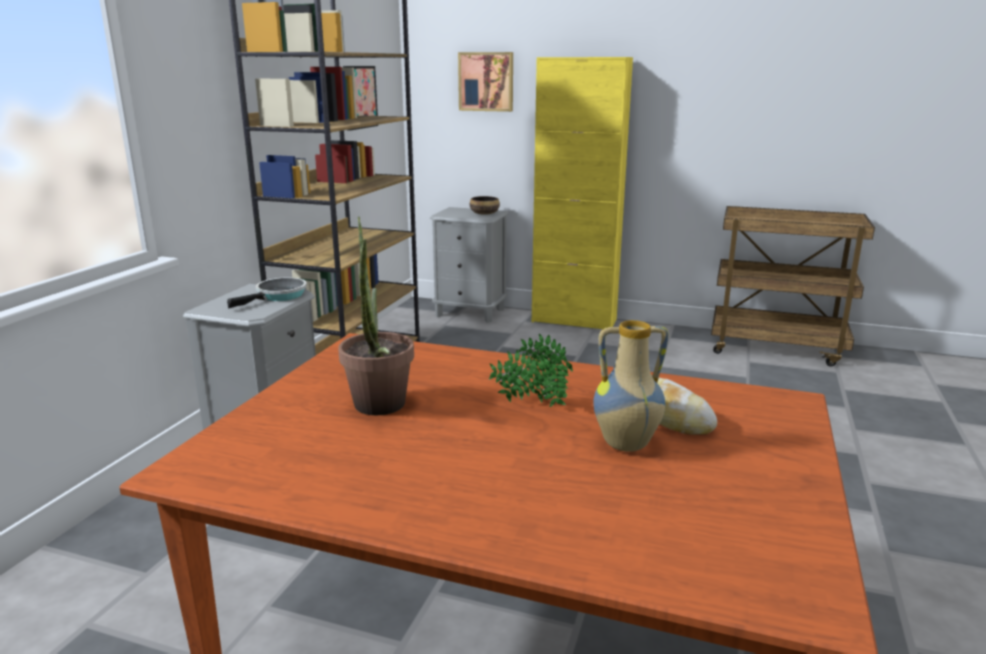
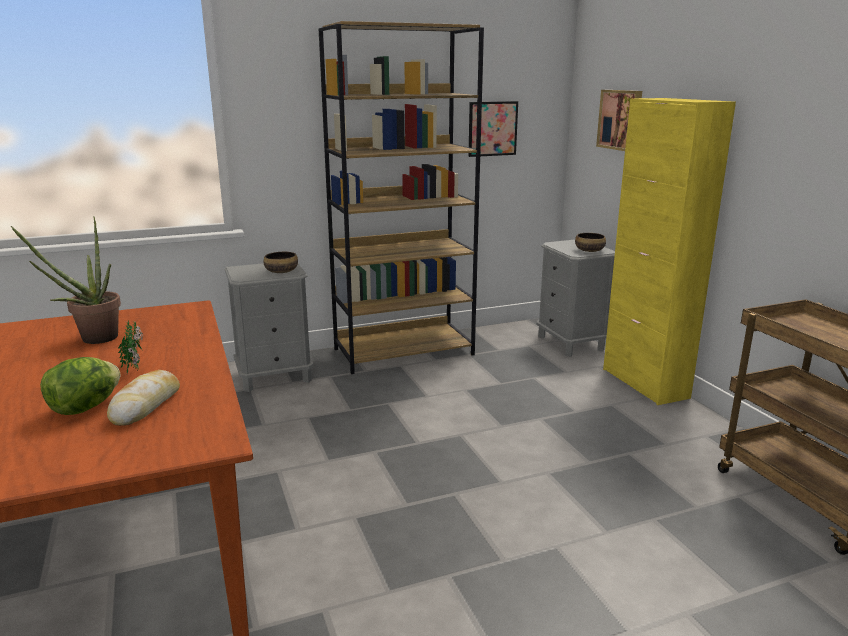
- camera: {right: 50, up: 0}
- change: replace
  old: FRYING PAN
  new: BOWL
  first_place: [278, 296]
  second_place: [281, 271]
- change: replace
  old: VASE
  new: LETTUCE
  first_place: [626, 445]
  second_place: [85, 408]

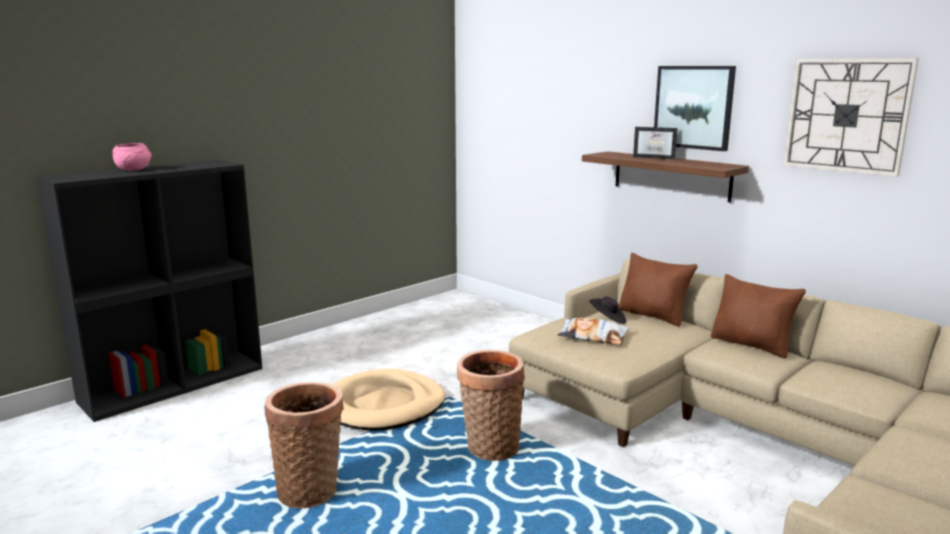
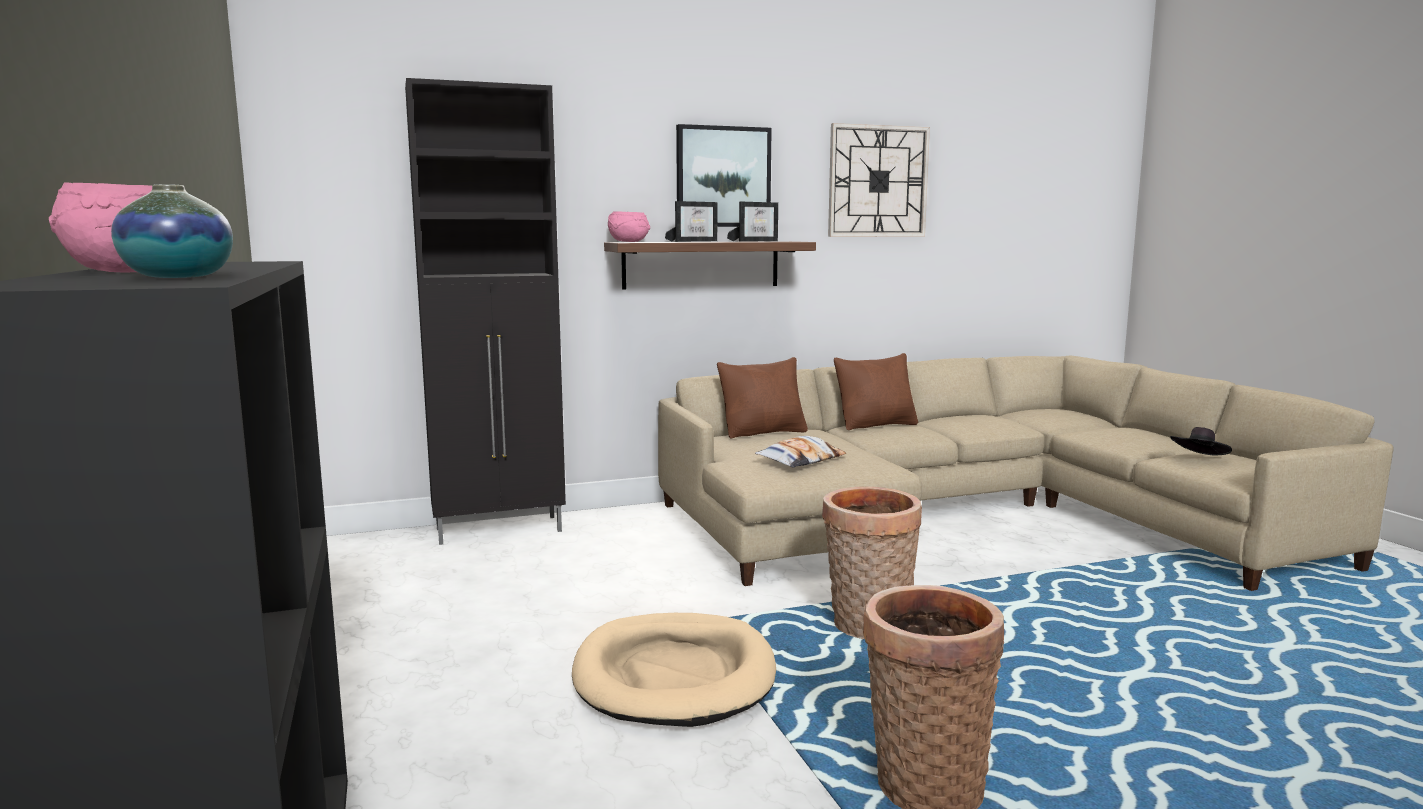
- camera: {right: -65, up: -5}
- change: move
  old: BLACK HAT
  first_place: [607, 320]
  second_place: [1199, 459]
- change: insert
  new: BLACK CABINET
  second_place: [501, 530]
- change: insert
  new: VASE
  second_place: [178, 277]
- change: insert
  new: PICTURE FRAME
  second_place: [755, 241]
- change: insert
  new: PINK BOWL
  second_place: [628, 242]

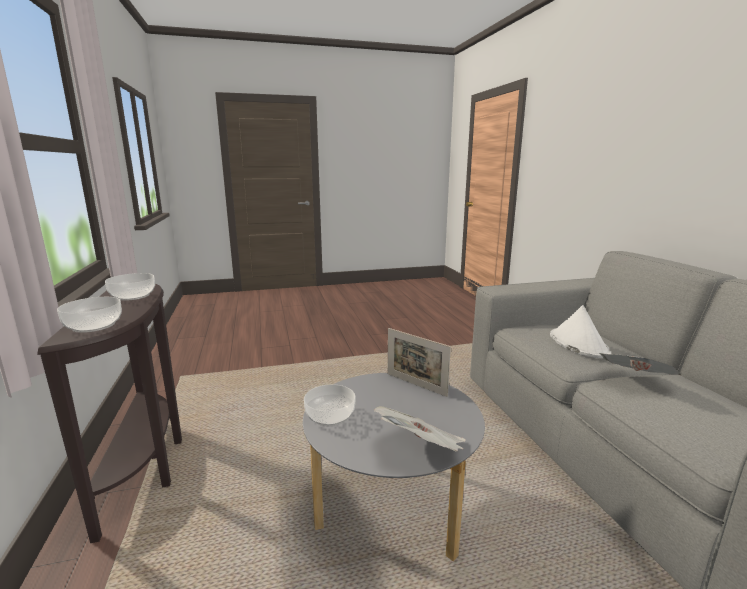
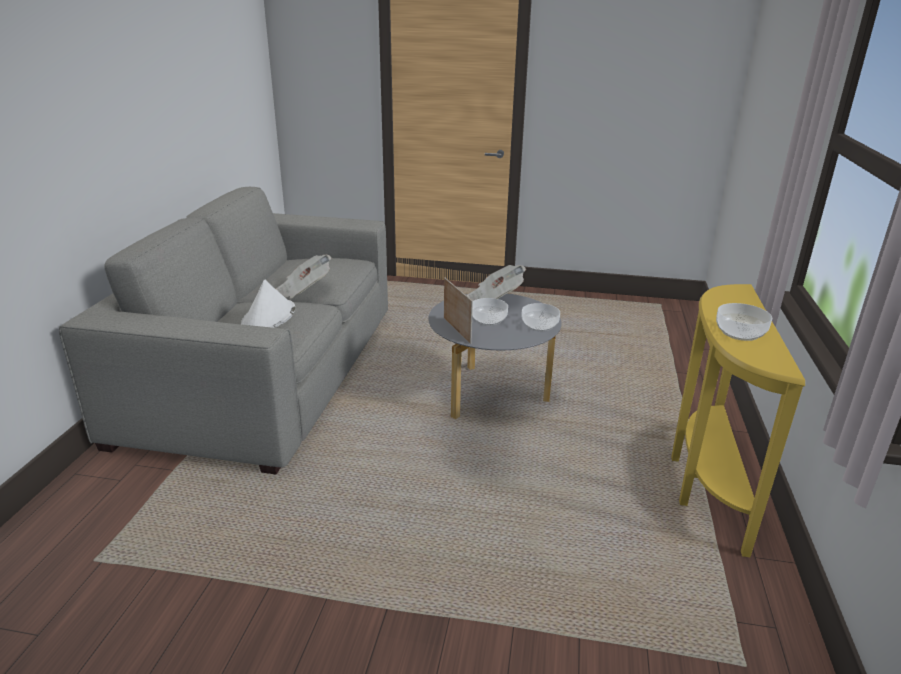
- camera: {right: -155, up: 10}
- change: recolor
  old: BROWN CONSOLE TABLE
  new: YELLOW CONSOLE TABLE
  first_place: [148, 465]
  second_place: [704, 485]
- change: move
  old: BOWL
  first_place: [94, 325]
  second_place: [488, 320]

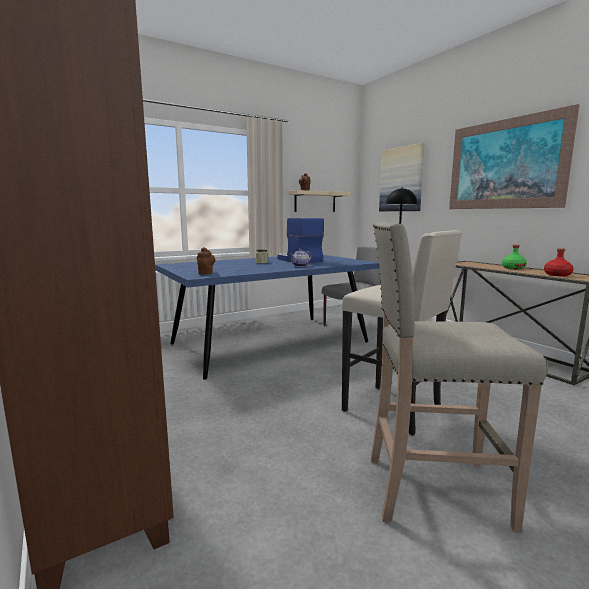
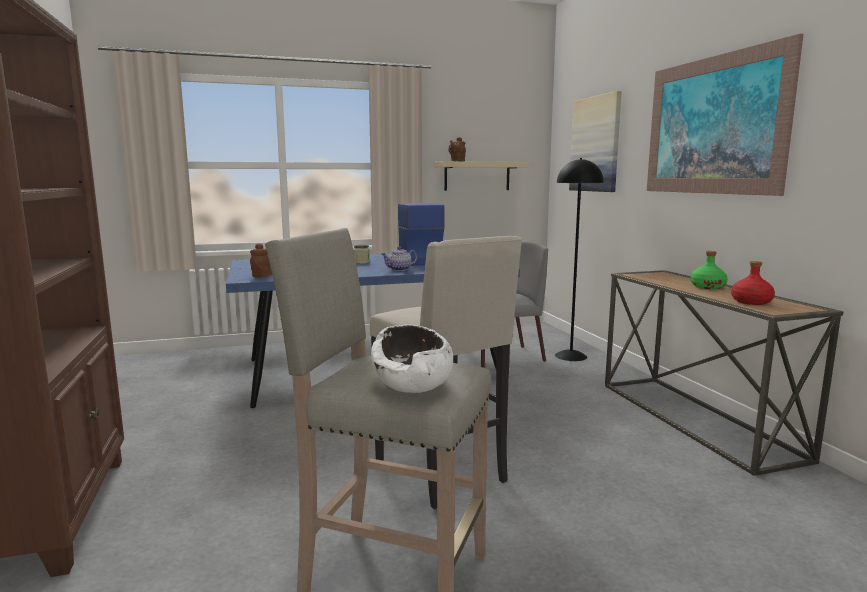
- camera: {right: 15, up: 0}
- change: insert
  new: WHITE BOWL
  second_place: [412, 383]

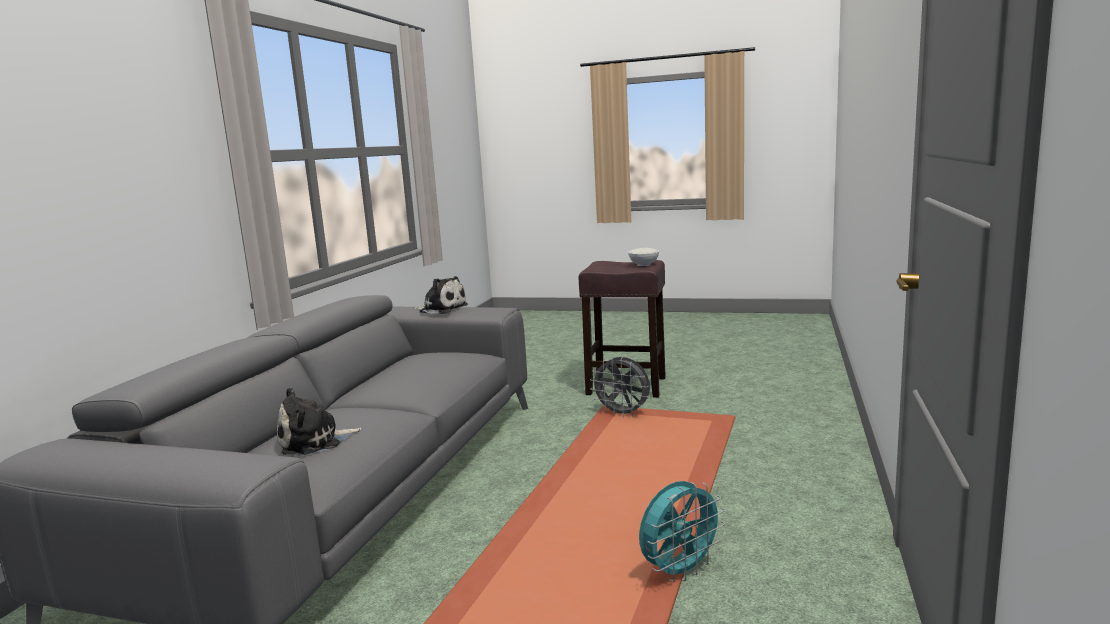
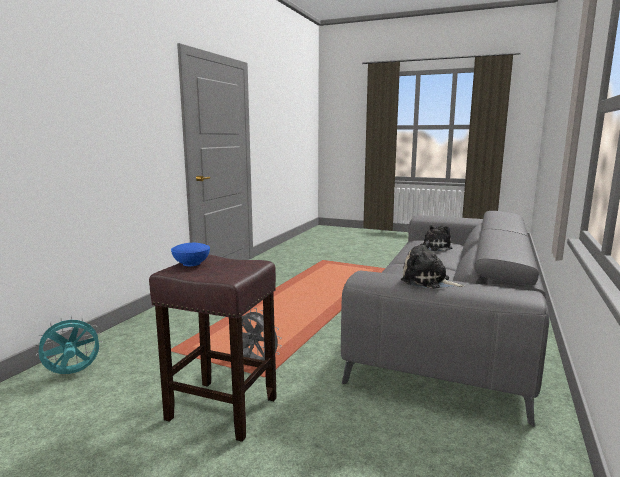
- camera: {right: -175, up: 0}
- change: recolor
  old: WHITE BOWL
  new: BLUE BOWL
  first_place: [644, 264]
  second_place: [191, 263]
- change: move
  old: TURQUOISE FAN
  first_place: [680, 571]
  second_place: [72, 374]

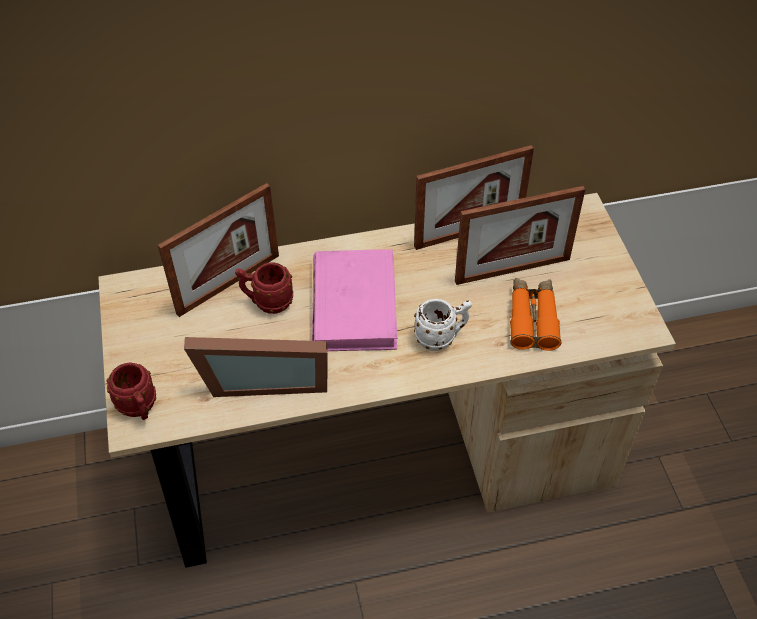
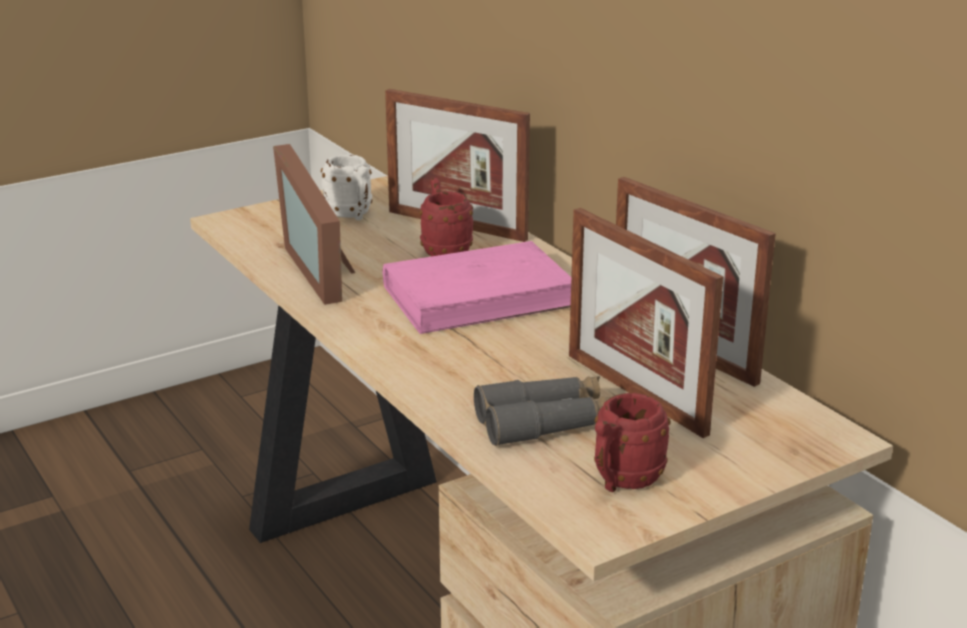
- camera: {right: 70, up: -25}
- change: recolor
  old: ORANGE BINOCULARS
  new: GREY BINOCULARS
  first_place: [532, 319]
  second_place: [547, 423]
- change: move
  old: WHITE MUG
  first_place: [441, 337]
  second_place: [352, 215]
- change: move
  old: RED MUG
  first_place: [140, 409]
  second_place: [622, 481]

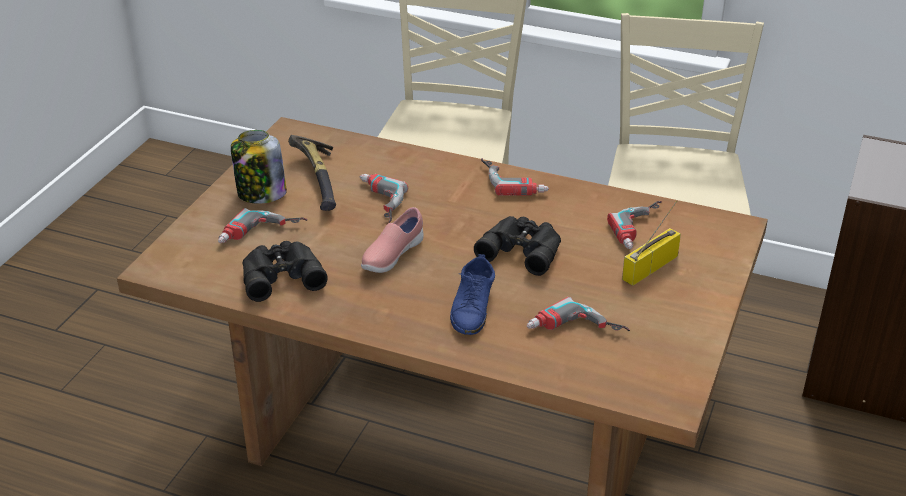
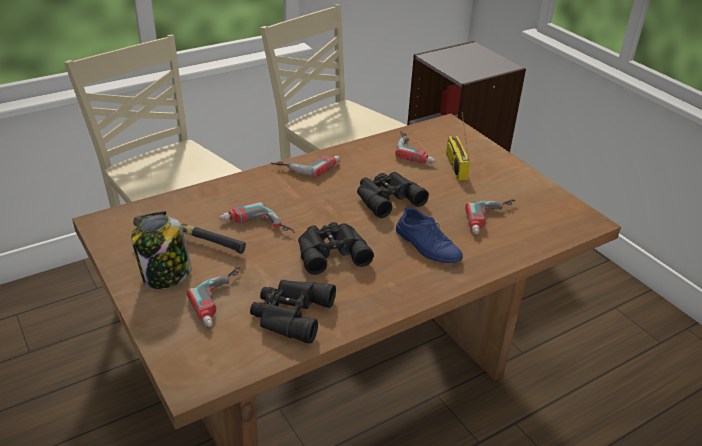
- camera: {right: -55, up: 0}
- change: replace
  old: PINK SHOE
  new: BLACK BINOCULARS
  first_place: [392, 256]
  second_place: [330, 251]

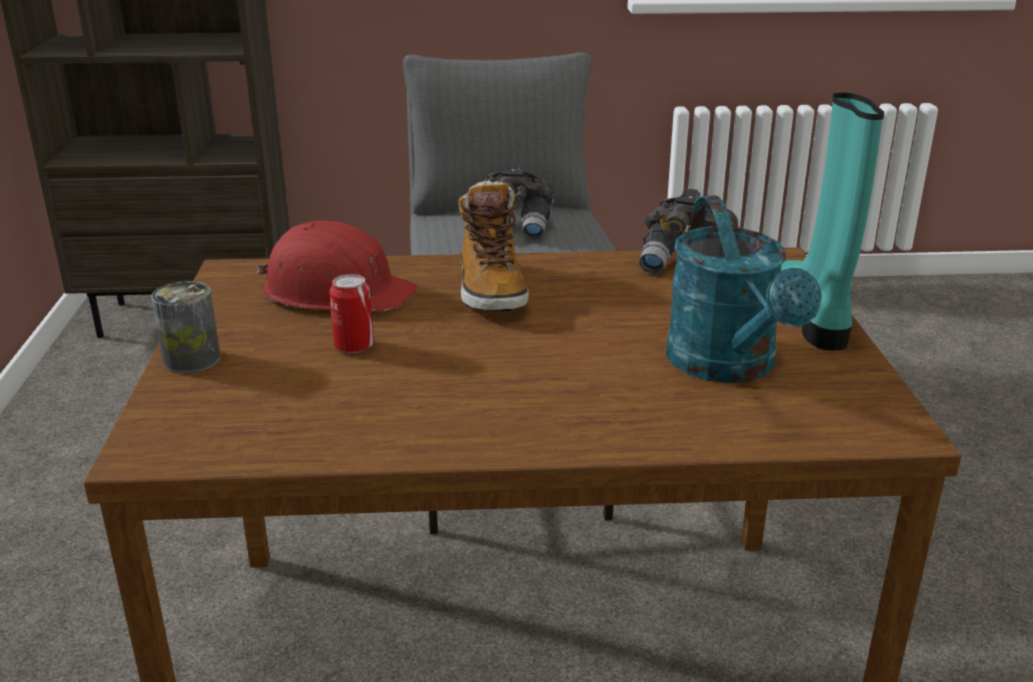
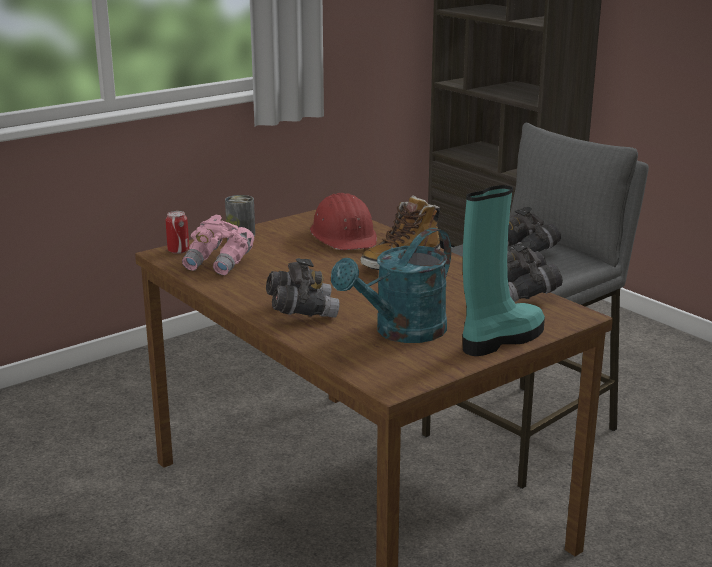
- camera: {right: 55, up: -5}
- change: move
  old: CAN
  first_place: [354, 346]
  second_place: [178, 251]
- change: insert
  new: PINK BINOCULARS
  second_place: [219, 264]
- change: insert
  new: GREY BINOCULARS
  second_place: [301, 311]

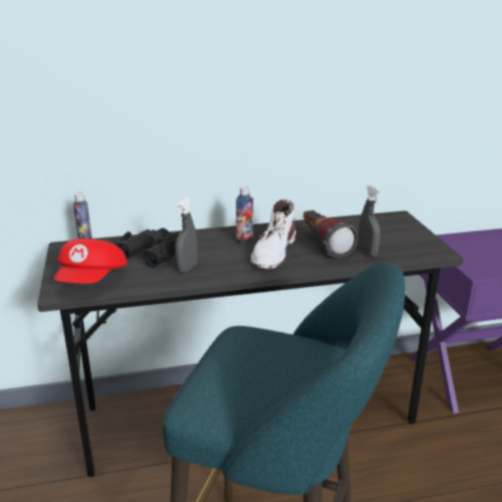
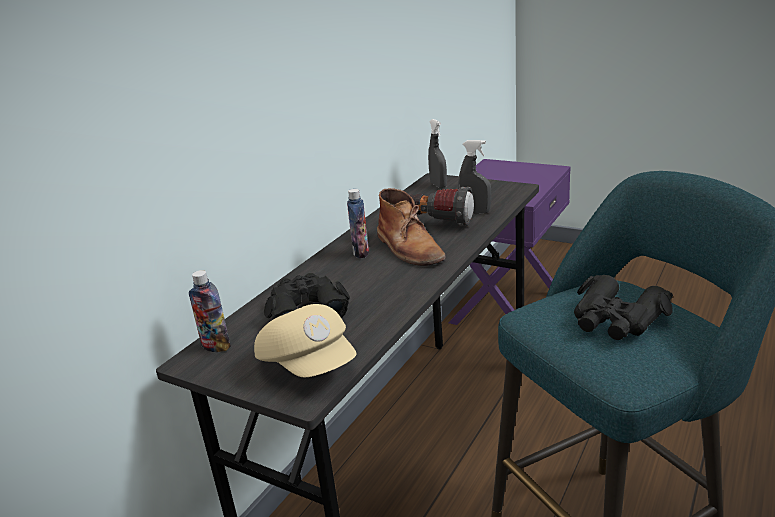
- camera: {right: -45, up: 0}
- change: move
  old: GREY SPRAY BOTTLE
  first_place: [187, 268]
  second_place: [438, 185]
- change: recolor
  old: WHITE BOOT
  new: BROWN BOOT
  first_place: [274, 252]
  second_place: [409, 248]
- change: recolor
  old: RED CAP
  new: BEIGE CAP
  first_place: [93, 280]
  second_place: [310, 365]
- change: insert
  new: BLACK BINOCULARS
  second_place: [616, 320]

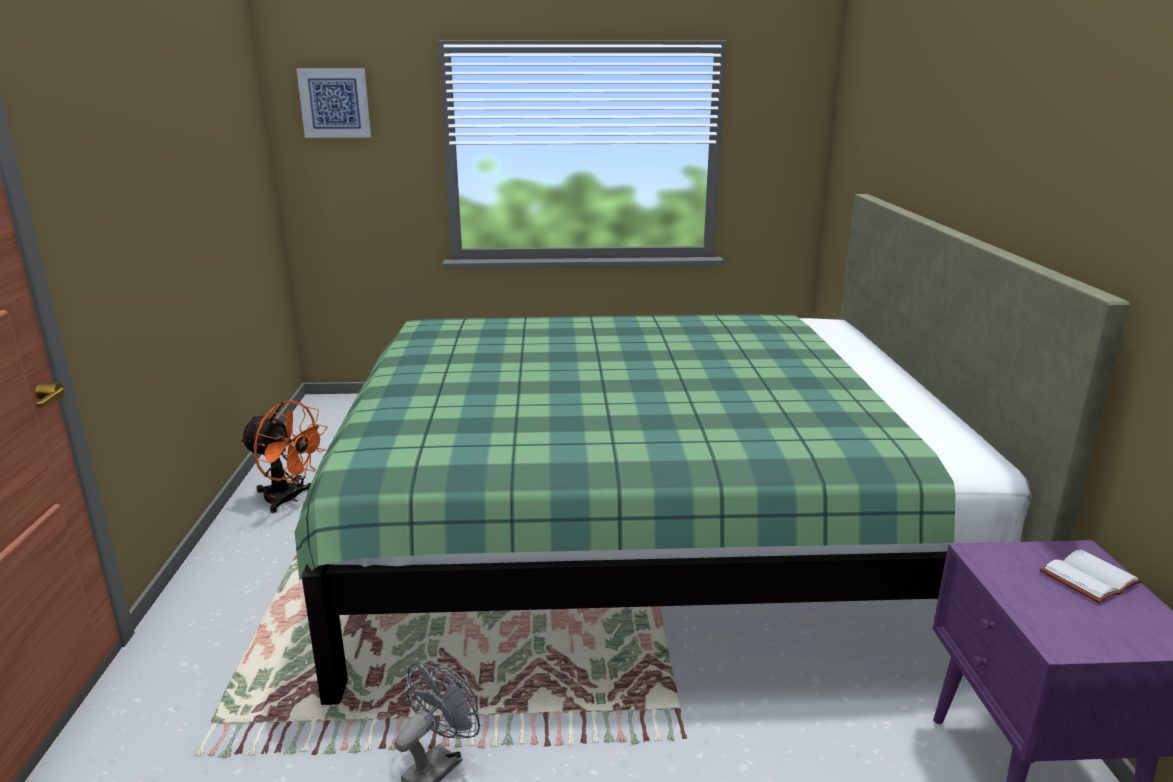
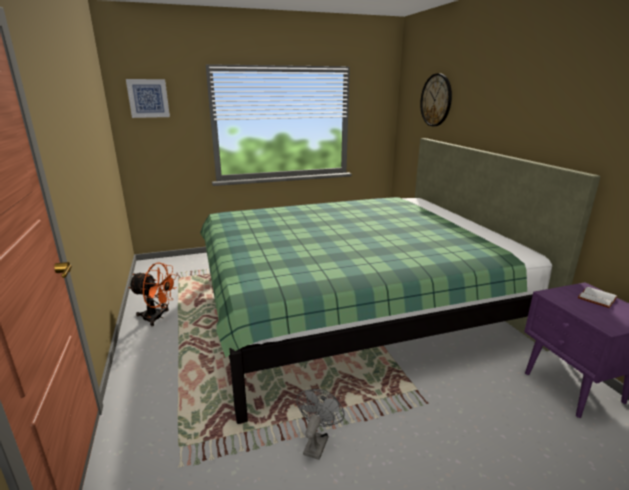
- camera: {right: -15, up: 0}
- change: insert
  new: WALL CLOCK
  second_place: [436, 100]

